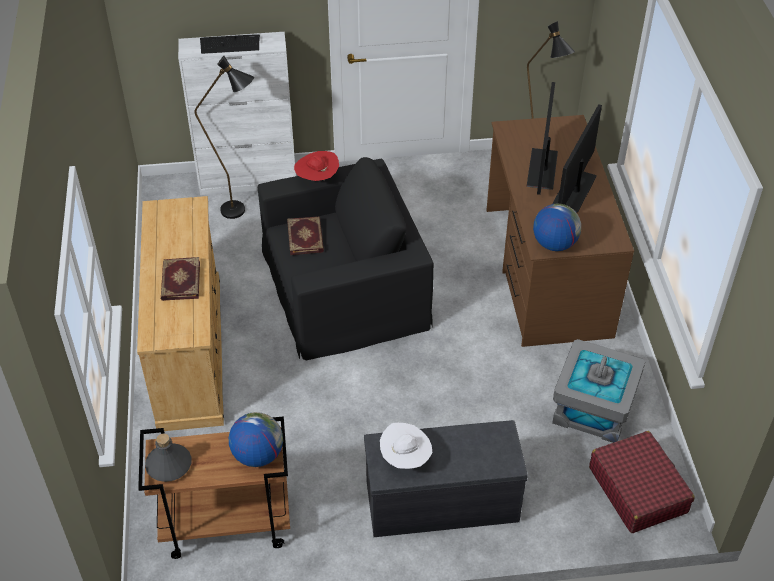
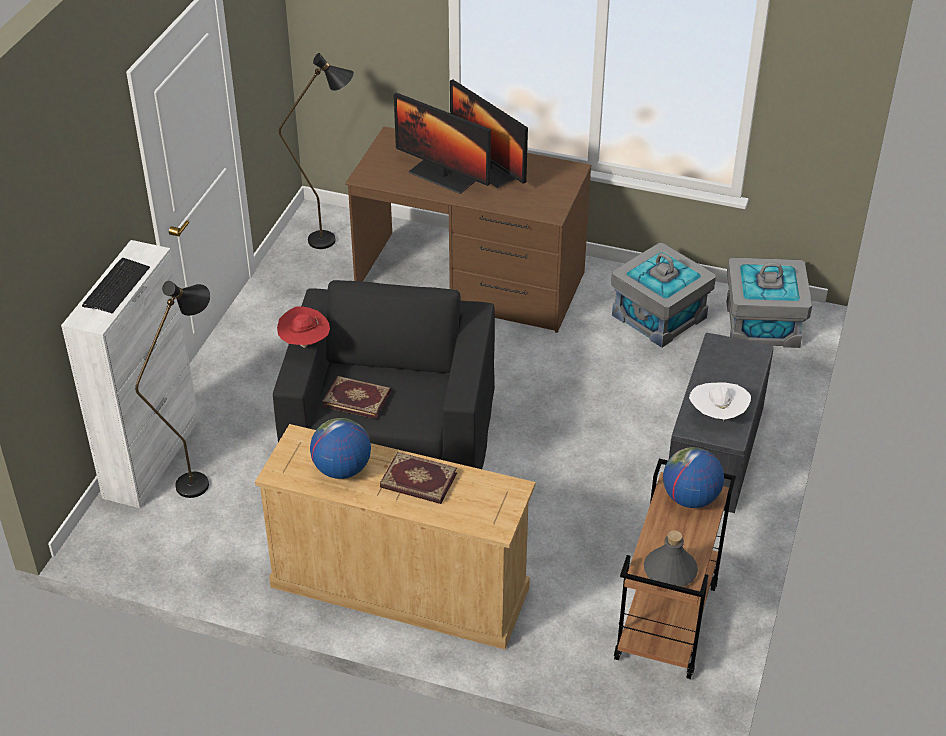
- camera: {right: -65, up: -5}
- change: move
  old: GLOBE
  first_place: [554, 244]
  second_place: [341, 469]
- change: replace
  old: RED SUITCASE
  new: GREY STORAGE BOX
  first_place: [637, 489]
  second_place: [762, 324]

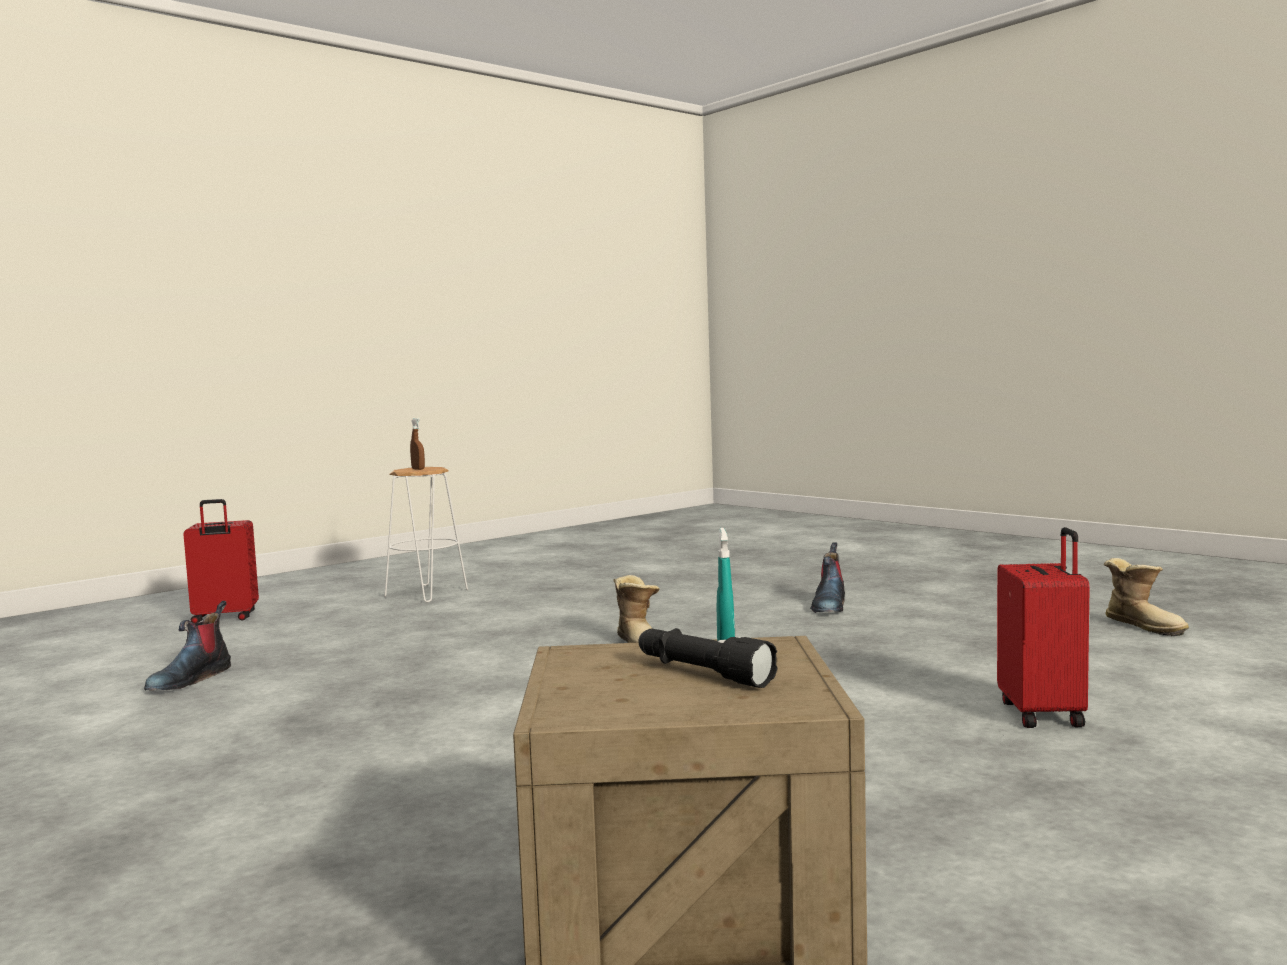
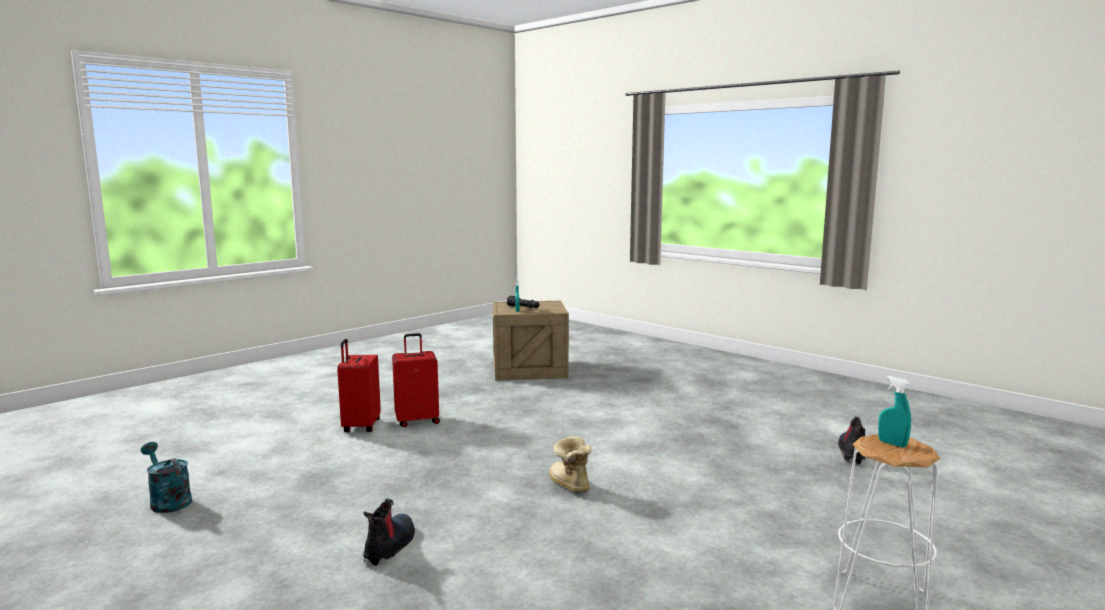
- camera: {right: 175, up: 5}
- change: recolor
  old: BROWN SPRAY BOTTLE
  new: TURQUOISE SPRAY BOTTLE
  first_place: [418, 469]
  second_place: [892, 444]
- change: move
  old: RED SUITCASE
  first_place: [224, 618]
  second_place: [417, 421]
- change: replace
  old: BOOT
  new: TURQUOISE WATERING CAN
  first_place: [1144, 626]
  second_place: [168, 501]

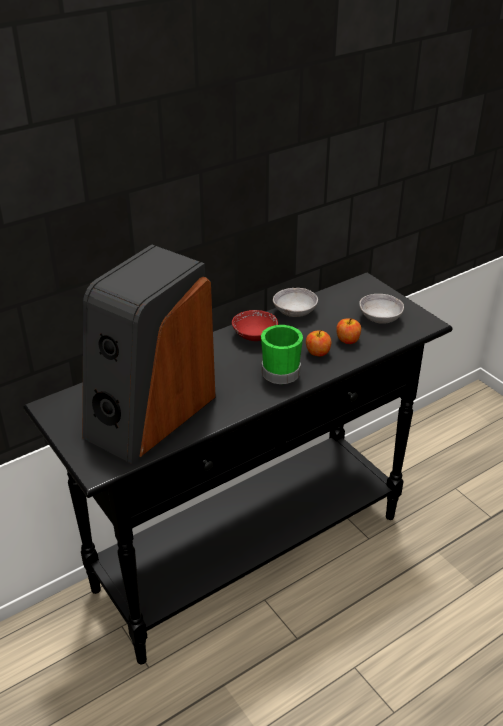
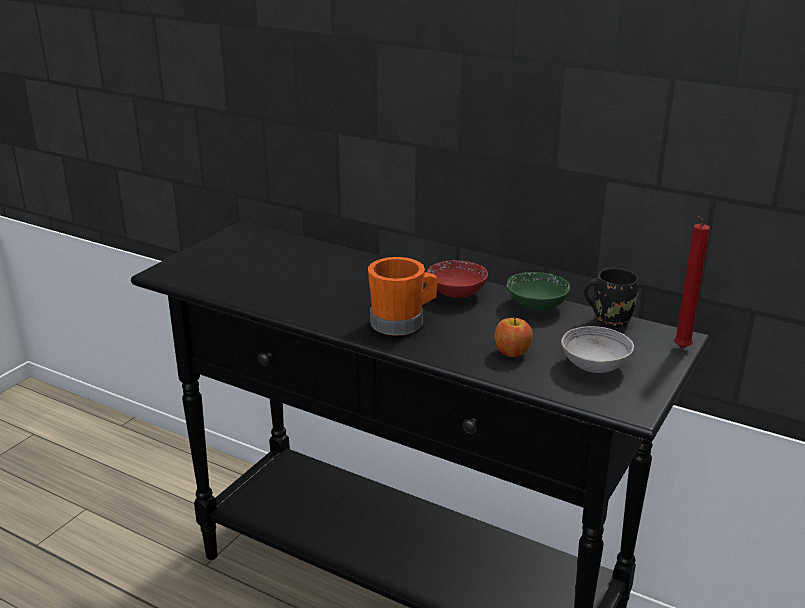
- camera: {right: 65, up: -10}
- change: delete
  old: SPEAKER
  first_place: [149, 414]
- change: recolor
  old: GREY BOWL
  new: GREEN BOWL
  first_place: [295, 312]
  second_place: [536, 305]
- change: recolor
  old: GREEN MUG
  new: ORANGE MUG
  first_place: [281, 369]
  second_place: [403, 322]
- change: delete
  old: APPLE
  first_place: [317, 353]
- change: insert
  new: RED CANDLE
  second_place: [680, 349]
- change: insert
  new: BLACK MUG
  second_place: [609, 319]

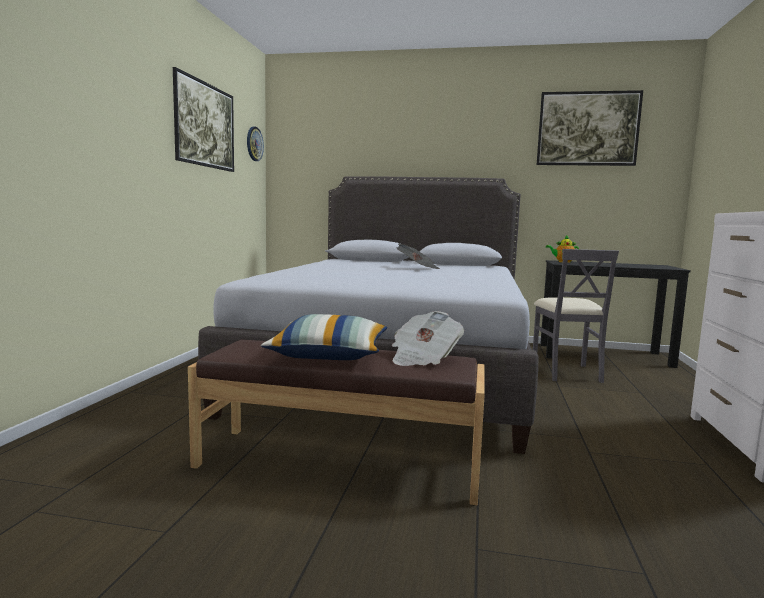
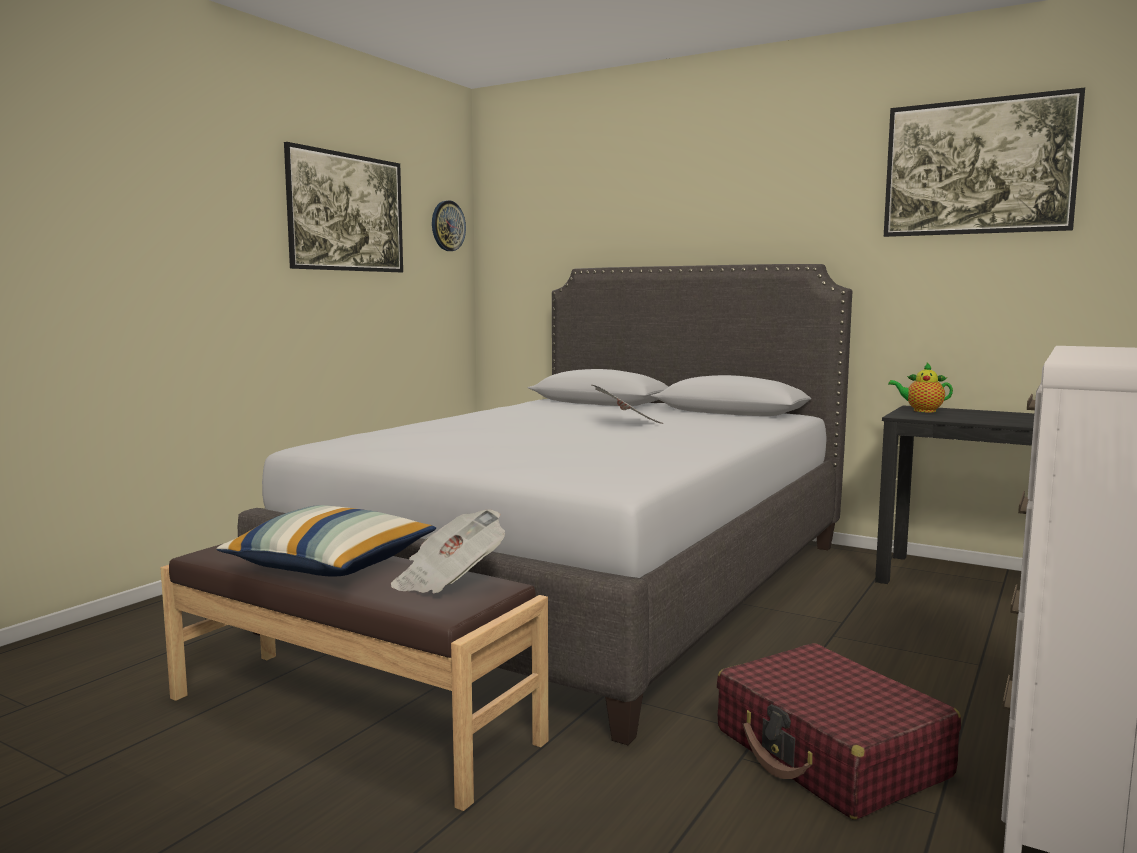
- camera: {right: 20, up: 0}
- change: delete
  old: GREY CHAIR
  first_place: [566, 372]
- change: insert
  new: RED SUITCASE
  second_place: [830, 754]

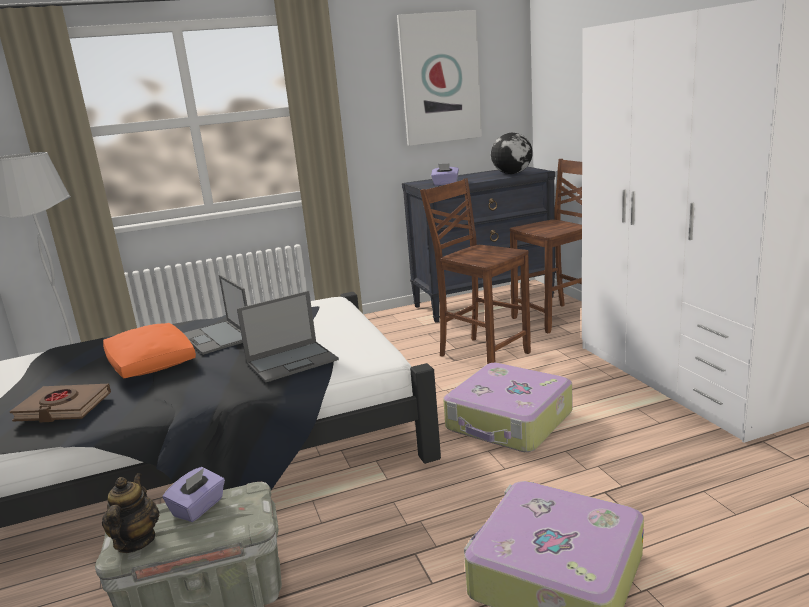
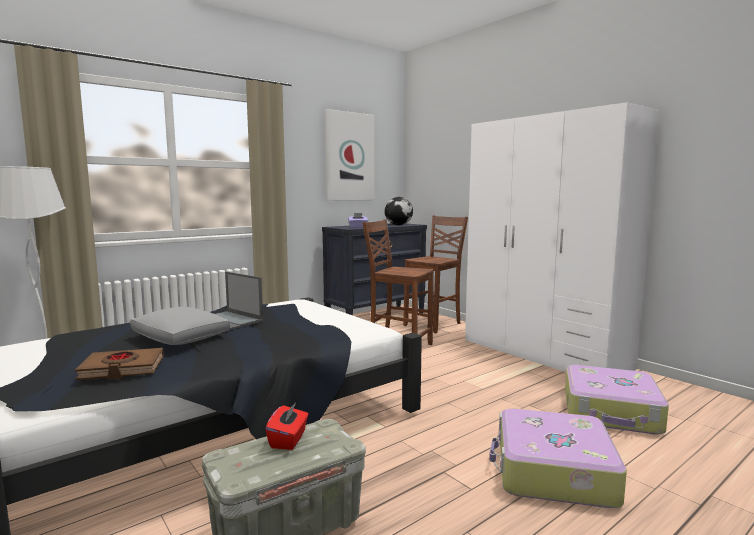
- camera: {right: -20, up: -10}
- change: delete
  old: LAPTOP
  first_place: [293, 361]
- change: recolor
  old: ORANGE PILLOW
  new: GREY PILLOW
  first_place: [151, 363]
  second_place: [180, 338]
- change: move
  old: SUITCASE
  first_place: [509, 422]
  second_place: [611, 412]
- change: recolor
  old: PURPLE TISSUE BOX
  new: RED TISSUE BOX
  first_place: [199, 507]
  second_place: [288, 440]
- change: delete
  old: TEAPOT
  first_place: [136, 541]

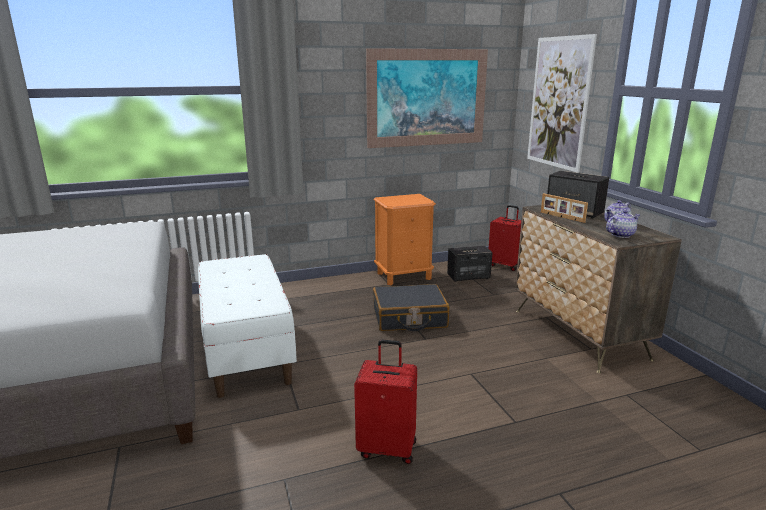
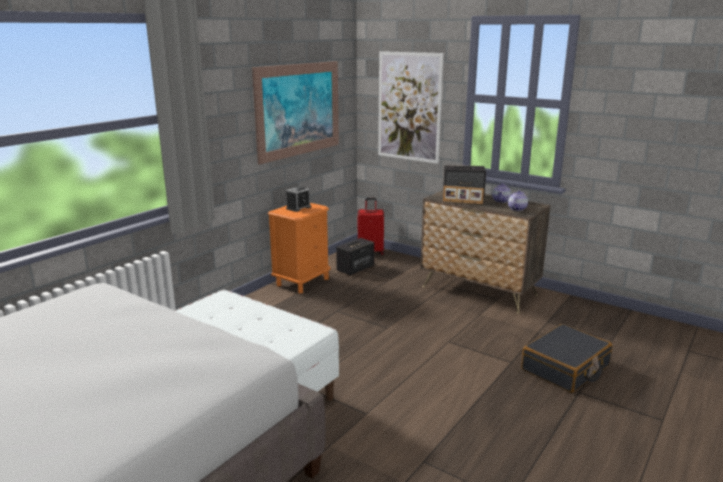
- camera: {right: -35, up: 0}
- change: move
  old: BLACK SUITCASE
  first_place: [409, 318]
  second_place: [565, 368]
- change: delete
  old: RED SUITCASE
  first_place: [387, 448]
- change: insert
  new: ALARM CLOCK
  second_place: [298, 208]

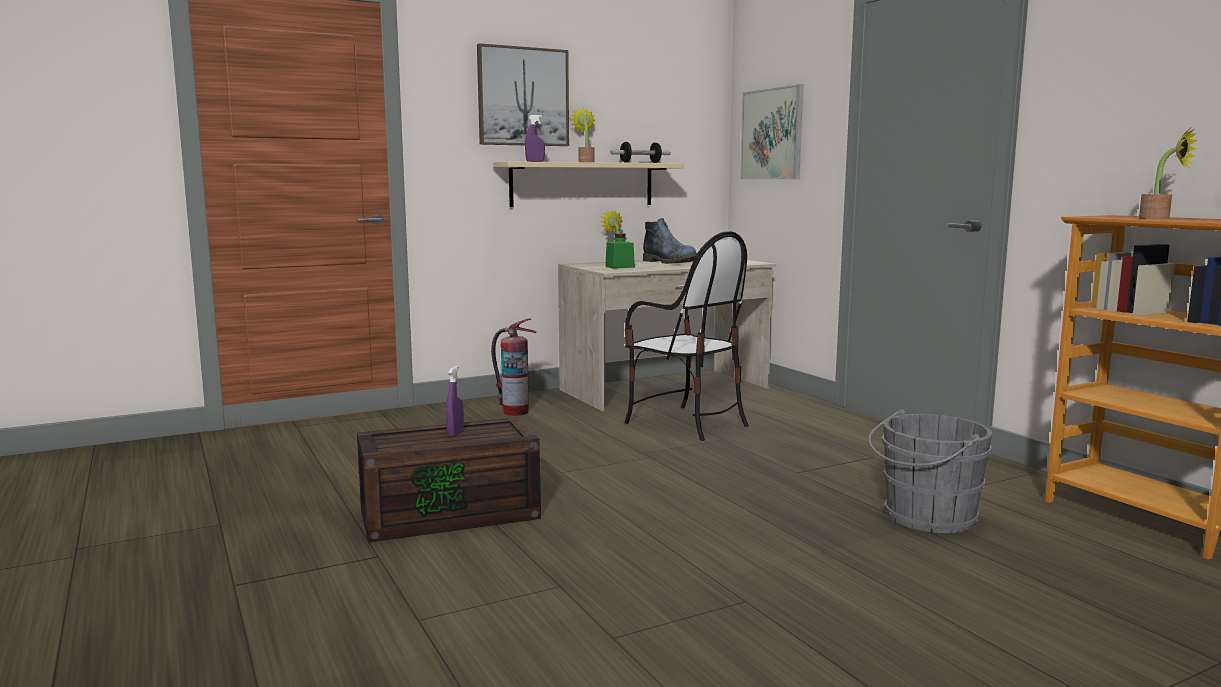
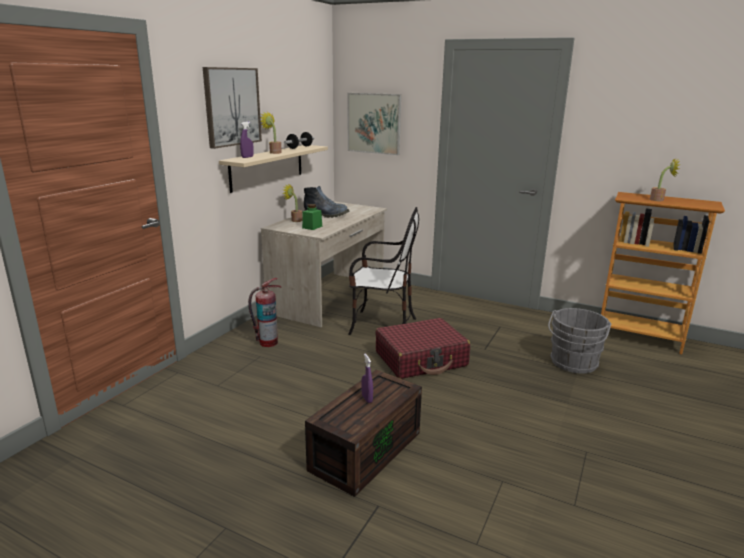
- camera: {right: -35, up: 10}
- change: insert
  new: RED SUITCASE
  second_place: [421, 359]

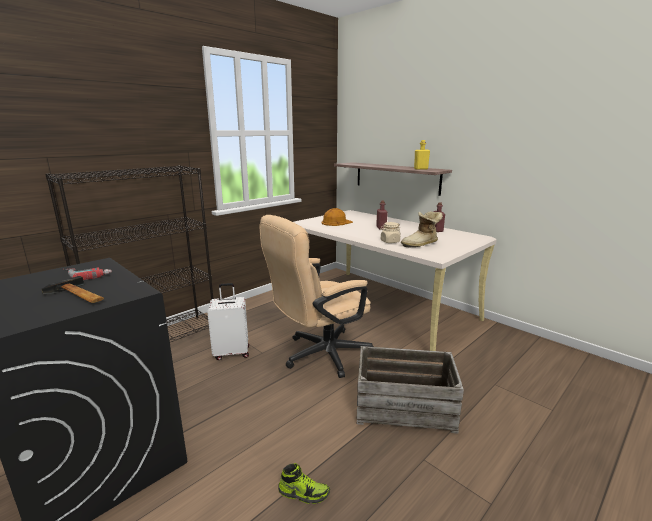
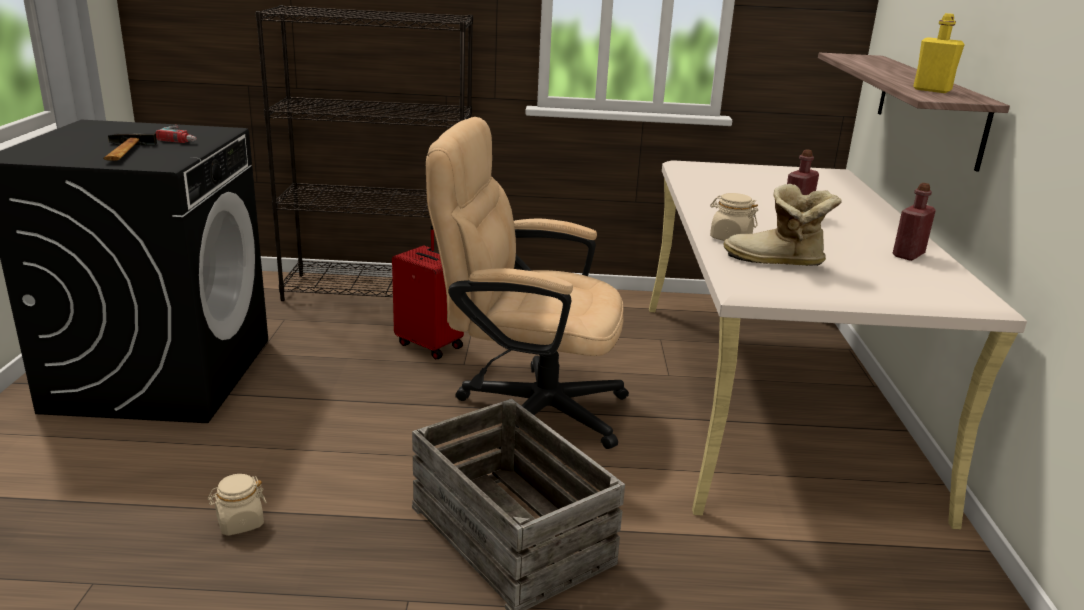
- camera: {right: 45, up: 5}
- change: delete
  old: ORANGE HARD HAT
  first_place: [336, 222]
- change: recolor
  old: WHITE SUITCASE
  new: RED SUITCASE
  first_place: [232, 352]
  second_place: [431, 345]
- change: replace
  old: SHOE
  new: BEIGE JAR
  first_place: [304, 493]
  second_place: [240, 523]

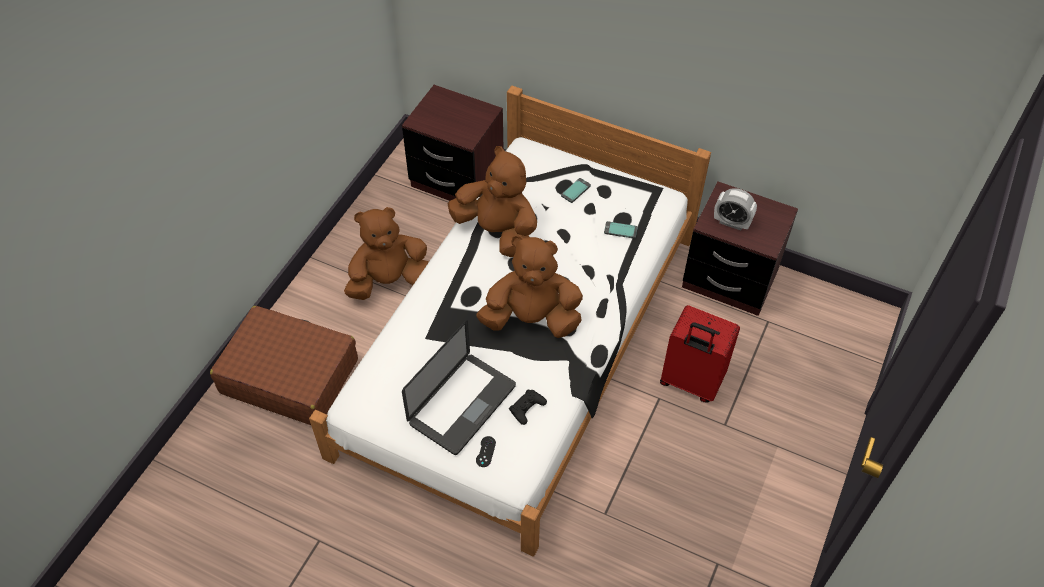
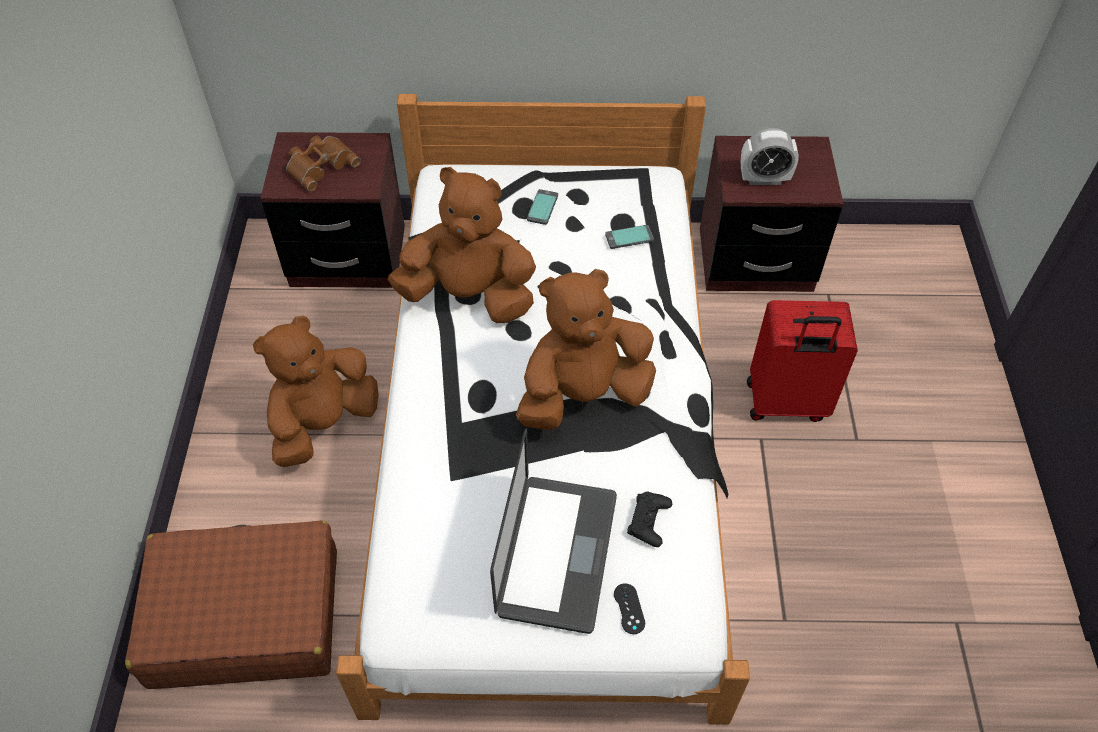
- camera: {right: -25, up: 0}
- change: insert
  new: BROWN BINOCULARS
  second_place: [320, 165]

